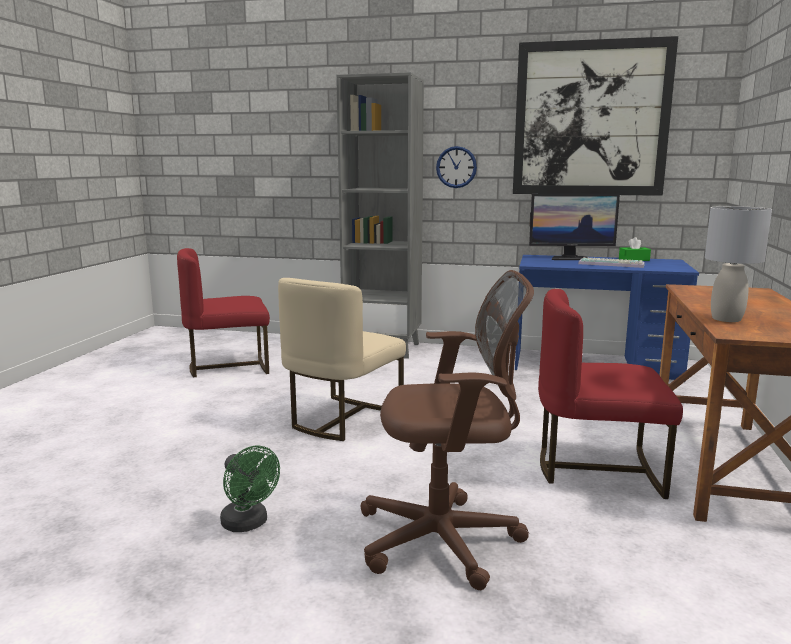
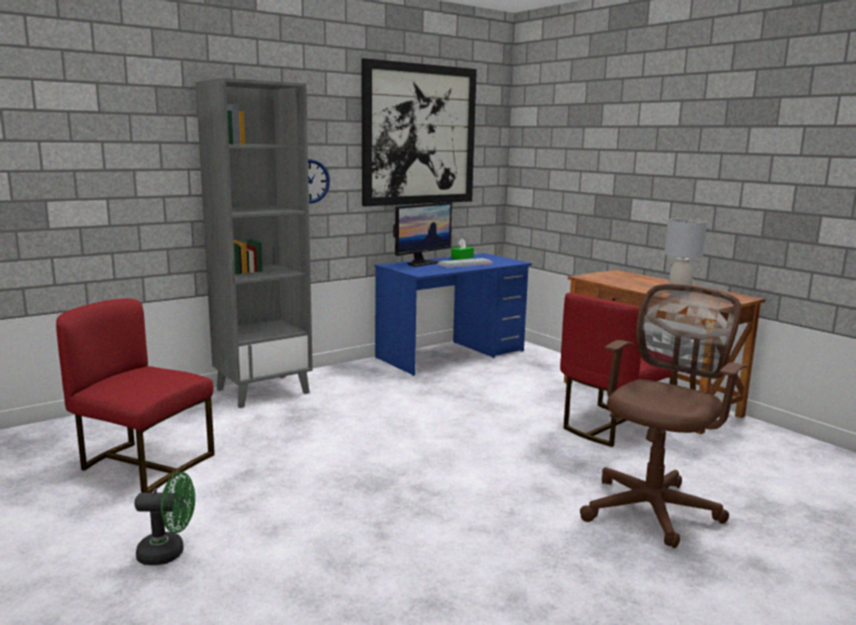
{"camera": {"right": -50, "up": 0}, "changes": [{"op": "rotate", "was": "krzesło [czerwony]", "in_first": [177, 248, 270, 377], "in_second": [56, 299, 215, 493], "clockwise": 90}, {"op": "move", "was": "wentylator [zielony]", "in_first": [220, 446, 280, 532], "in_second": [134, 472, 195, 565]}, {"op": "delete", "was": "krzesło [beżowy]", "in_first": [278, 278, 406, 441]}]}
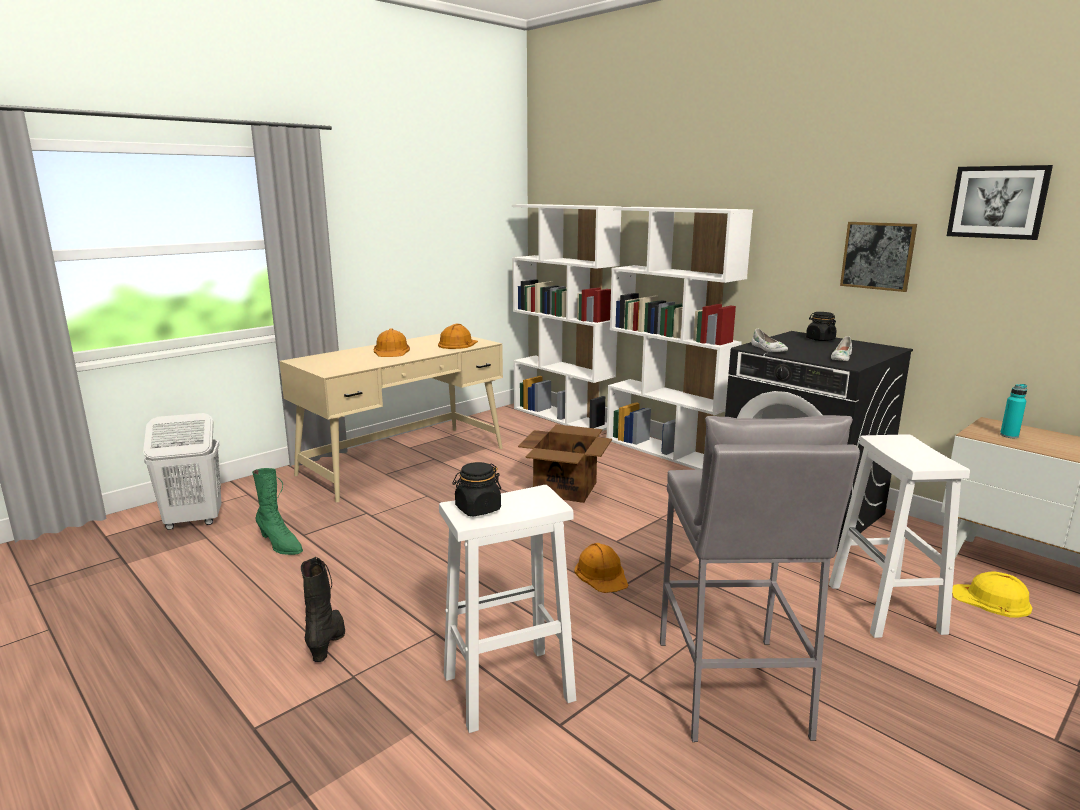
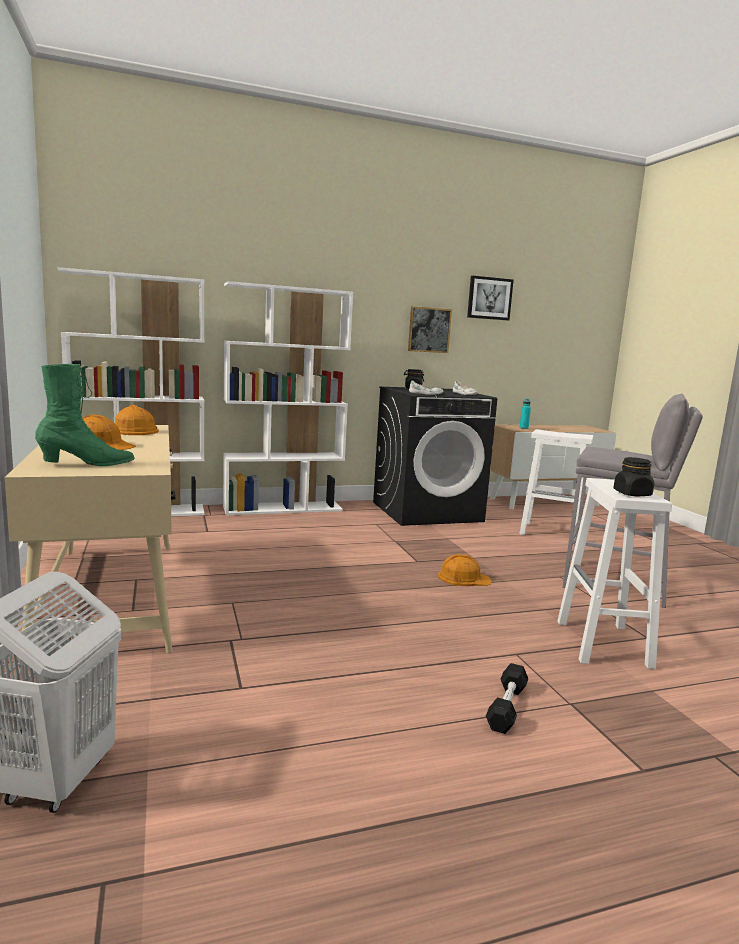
{"camera": {"right": -65, "up": -5}, "changes": [{"op": "move", "was": "but z cholewką [zielony]", "in_first": [252, 468, 303, 555], "in_second": [35, 364, 135, 466]}, {"op": "replace", "was": "but z cholewką [czarny]", "now": "hantel [czarny]", "in_first": [301, 557, 345, 662], "in_second": [486, 663, 528, 734]}, {"op": "delete", "was": "karton", "in_first": [518, 424, 612, 503]}, {"op": "delete", "was": "kask [żółty]", "in_first": [952, 571, 1032, 618]}]}
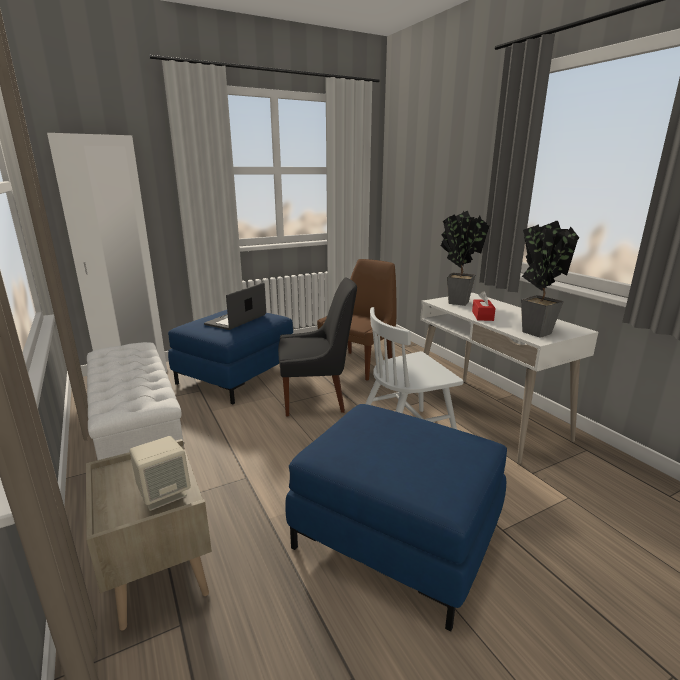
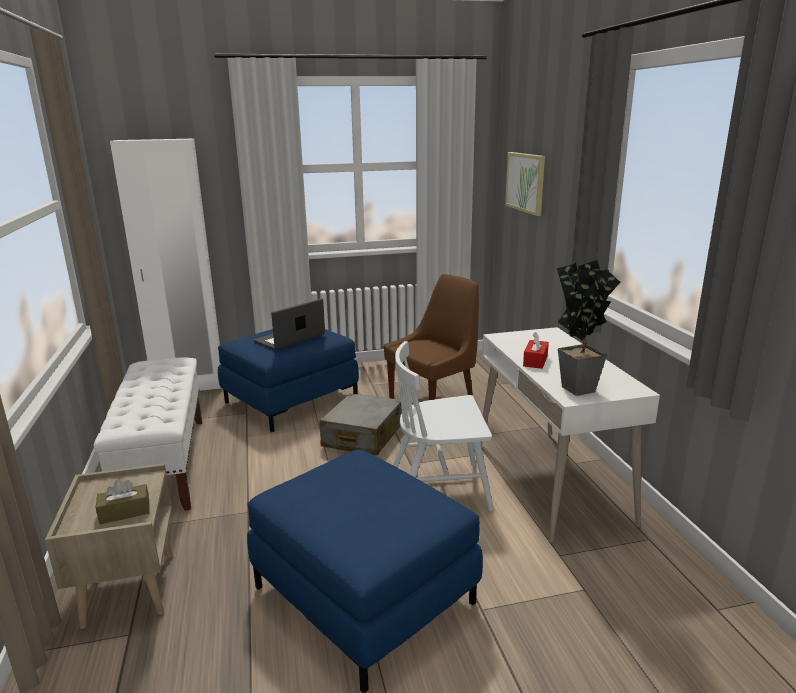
{"camera": {"right": 15, "up": 0}, "changes": [{"op": "replace", "was": "głośnik [beżowy]", "now": "pudełko chusteczek [brązowy]", "in_first": [129, 436, 191, 511], "in_second": [96, 479, 150, 524]}, {"op": "replace", "was": "krzesło [czarny]", "now": "walizka [szary]", "in_first": [278, 277, 357, 416], "in_second": [319, 393, 402, 456]}, {"op": "delete", "was": "roślina doniczkowa", "in_first": [441, 211, 489, 306]}, {"op": "insert", "now": "obraz", "in_second": [505, 152, 545, 216]}]}
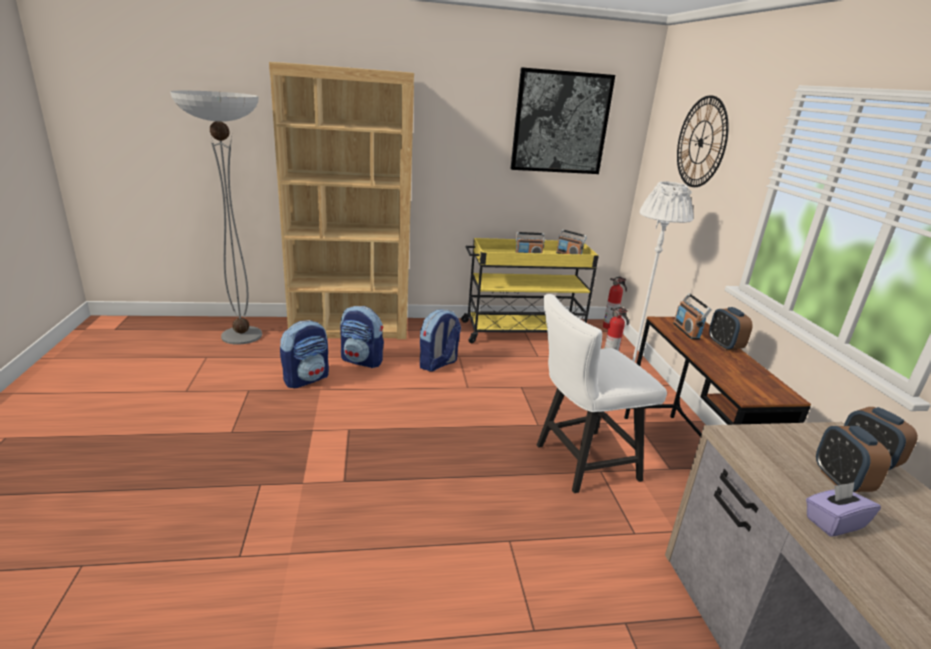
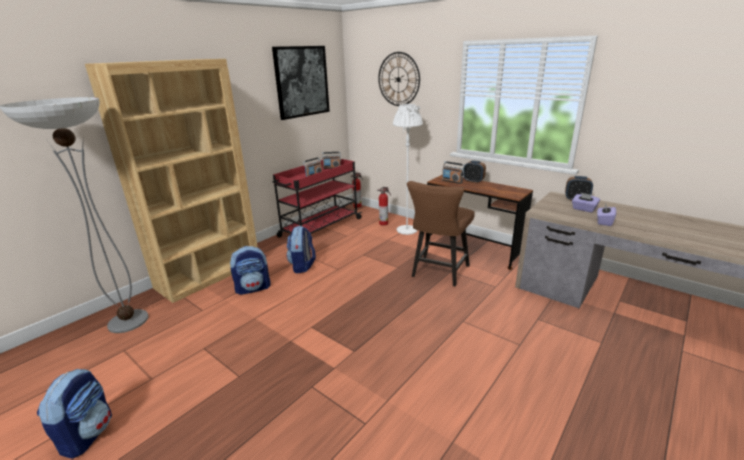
{"camera": {"right": -40, "up": 0}, "changes": [{"op": "move", "was": "plecak", "in_first": [280, 320, 329, 388], "in_second": [37, 369, 112, 459]}, {"op": "recolor", "was": "wózek [żółty]", "now": "wózek [czerwony]", "in_first": [461, 238, 599, 343], "in_second": [272, 159, 362, 237]}, {"op": "recolor", "was": "krzesło [biały]", "now": "krzesło [brązowy]", "in_first": [537, 294, 667, 493], "in_second": [407, 181, 475, 286]}, {"op": "replace", "was": "budzik", "now": "pudełko chusteczek [fioletowy]", "in_first": [816, 426, 891, 492], "in_second": [572, 192, 600, 213]}]}
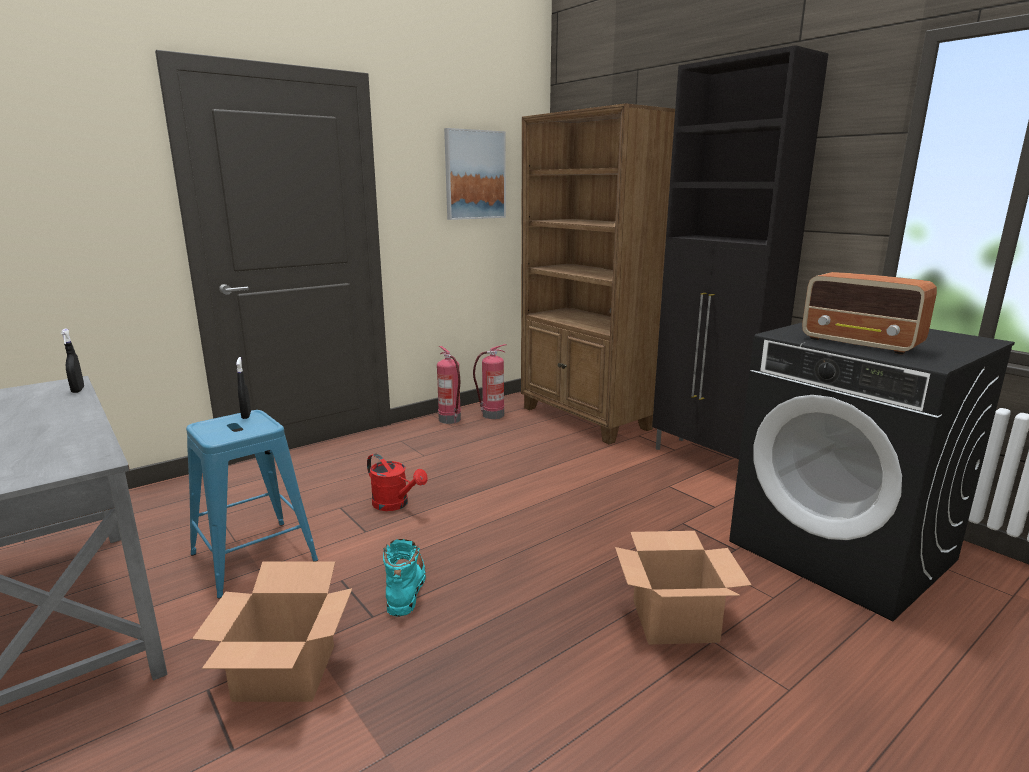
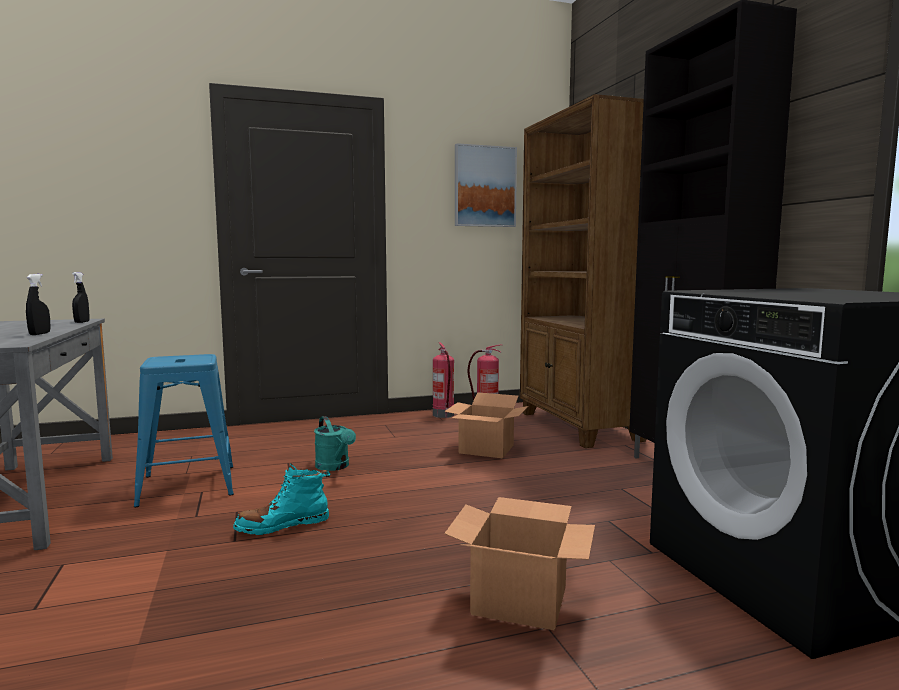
{"camera": {"right": 20, "up": -10}, "changes": [{"op": "move", "was": "karton", "in_first": [192, 561, 352, 702], "in_second": [444, 392, 528, 458]}, {"op": "move", "was": "spryskiwacz [czarny]", "in_first": [236, 357, 251, 419], "in_second": [26, 274, 51, 335]}, {"op": "recolor", "was": "konewka [czerwony]", "now": "konewka [turkusowy]", "in_first": [367, 453, 428, 511], "in_second": [314, 416, 356, 471]}, {"op": "rotate", "was": "but z cholewką [turkusowy]", "in_first": [383, 539, 426, 617], "in_second": [233, 463, 330, 535], "clockwise": -135}, {"op": "delete", "was": "radio", "in_first": [802, 272, 937, 355]}]}
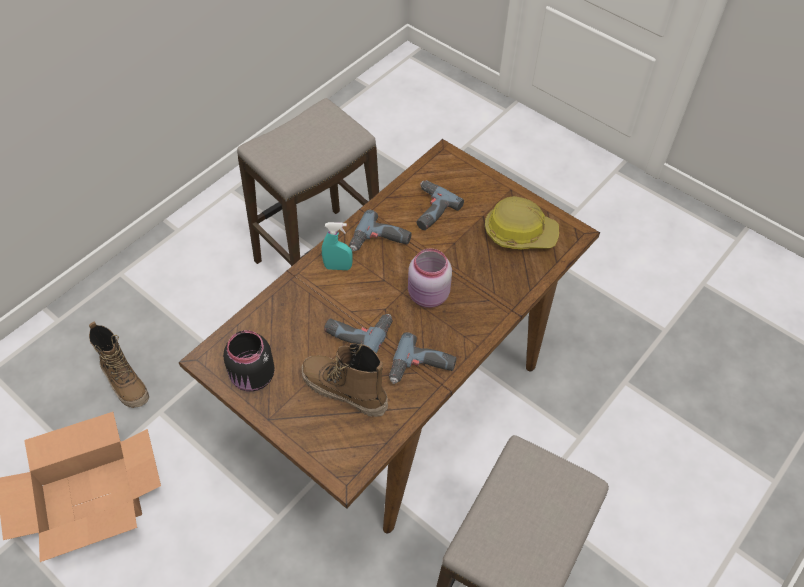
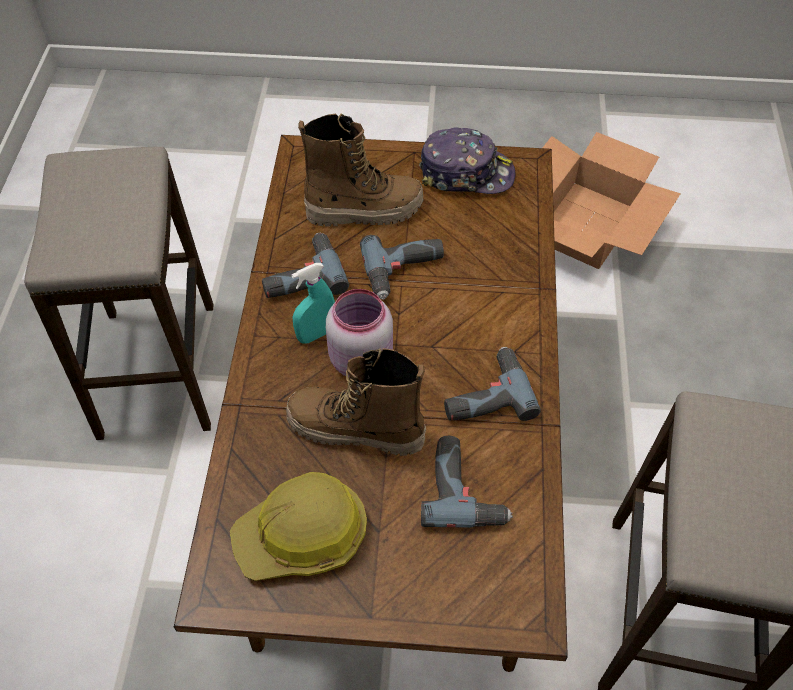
{"camera": {"right": 145, "up": 0}, "changes": [{"op": "move", "was": "but z cholewką", "in_first": [89, 321, 149, 408], "in_second": [286, 348, 426, 456]}, {"op": "replace", "was": "słoik [czarny]", "now": "czapka z daszkiem", "in_first": [223, 330, 275, 392], "in_second": [419, 127, 516, 194]}, {"op": "move", "was": "spryskiwacz [turkusowy]", "in_first": [322, 222, 353, 270], "in_second": [291, 263, 335, 344]}]}
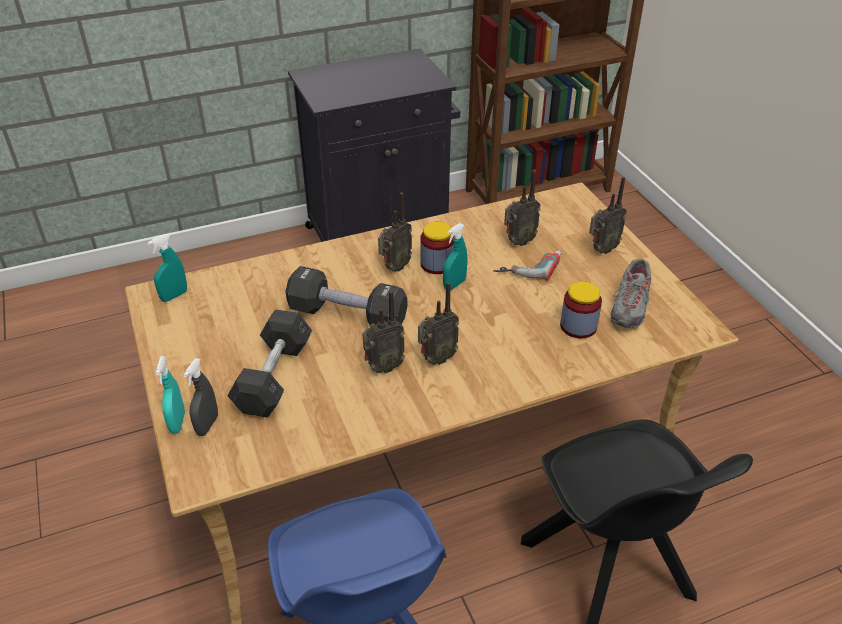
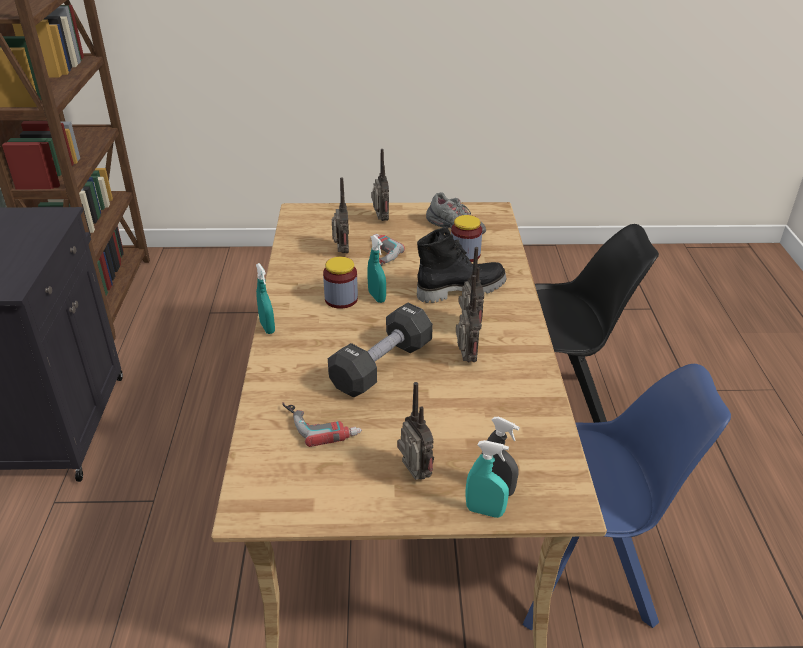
{"camera": {"right": -70, "up": -5}, "changes": [{"op": "move", "was": "spryskiwacz [turkusowy]", "in_first": [148, 234, 187, 302], "in_second": [256, 263, 275, 334]}, {"op": "delete", "was": "hantel [szary]", "in_first": [228, 309, 312, 418]}, {"op": "move", "was": "radio", "in_first": [378, 192, 412, 272], "in_second": [397, 382, 434, 480]}, {"op": "insert", "now": "wiertarka", "in_second": [282, 402, 362, 447]}, {"op": "insert", "now": "but z cholewką [czarny]", "in_second": [417, 227, 506, 303]}]}
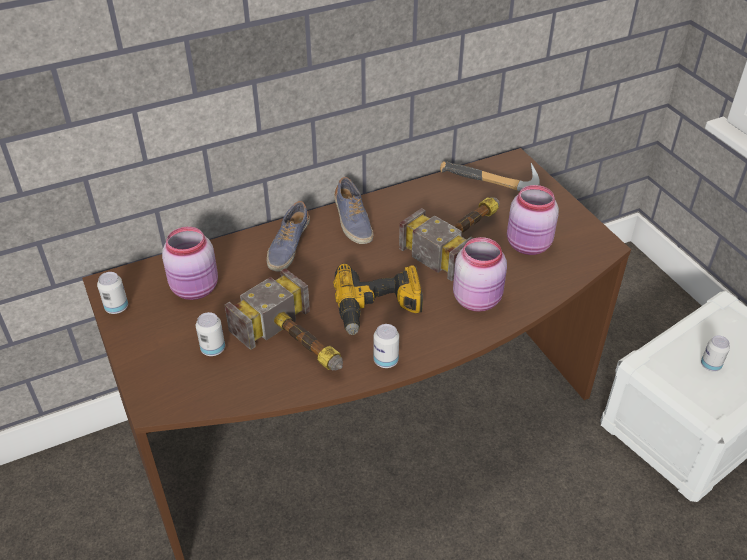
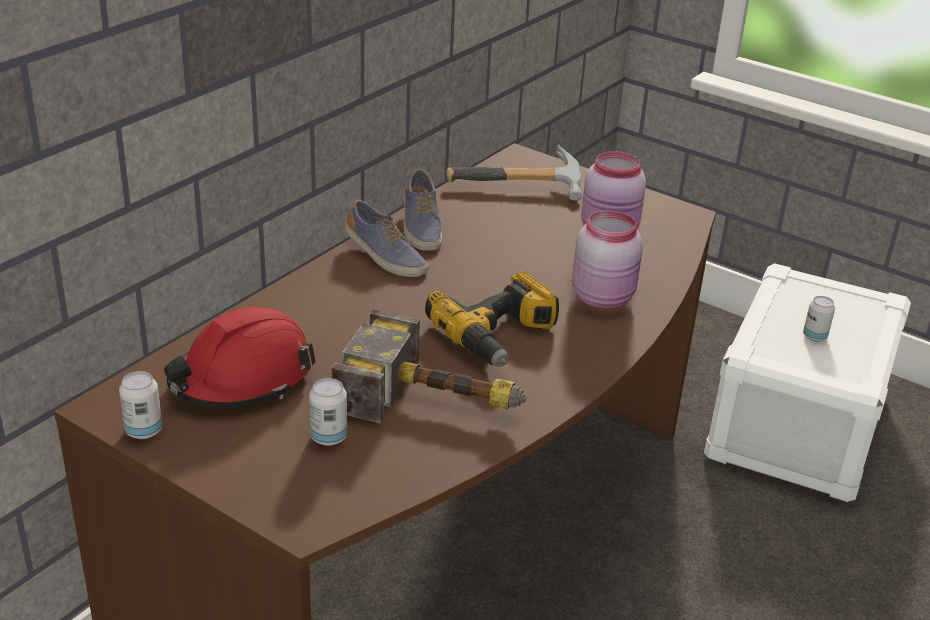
{"camera": {"right": -30, "up": -10}, "changes": [{"op": "replace", "was": "słoik [różowy]", "now": "kask [czerwony]", "in_first": [162, 227, 218, 300], "in_second": [164, 307, 316, 408]}, {"op": "move", "was": "but", "in_first": [267, 201, 310, 272], "in_second": [403, 169, 442, 251]}, {"op": "delete", "was": "puszka", "in_first": [374, 324, 399, 368]}, {"op": "delete", "was": "młotek", "in_first": [399, 197, 499, 281]}]}
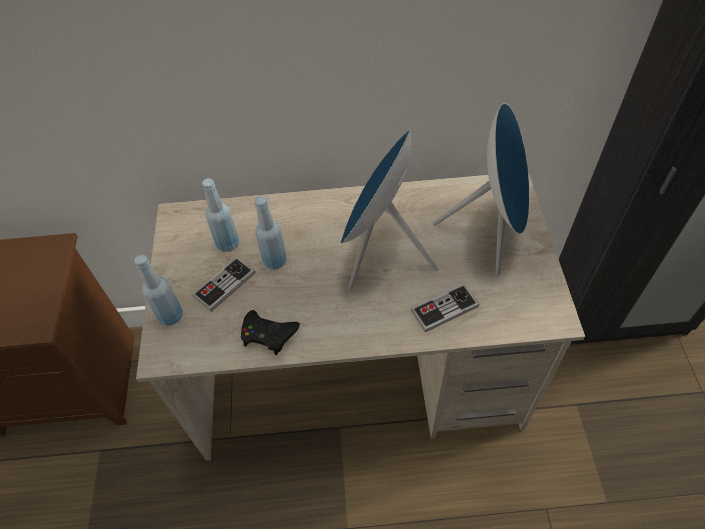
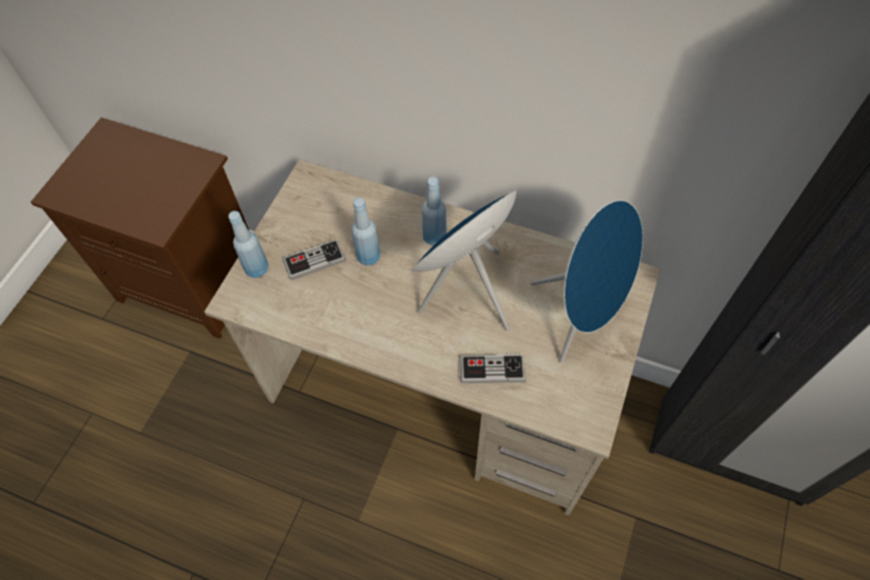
{"camera": {"right": 25, "up": 5}, "changes": [{"op": "move", "was": "butelka [niebieski]", "in_first": [202, 178, 239, 252], "in_second": [422, 177, 447, 246]}, {"op": "delete", "was": "pad do gier [czarny]", "in_first": [241, 310, 300, 355]}]}
